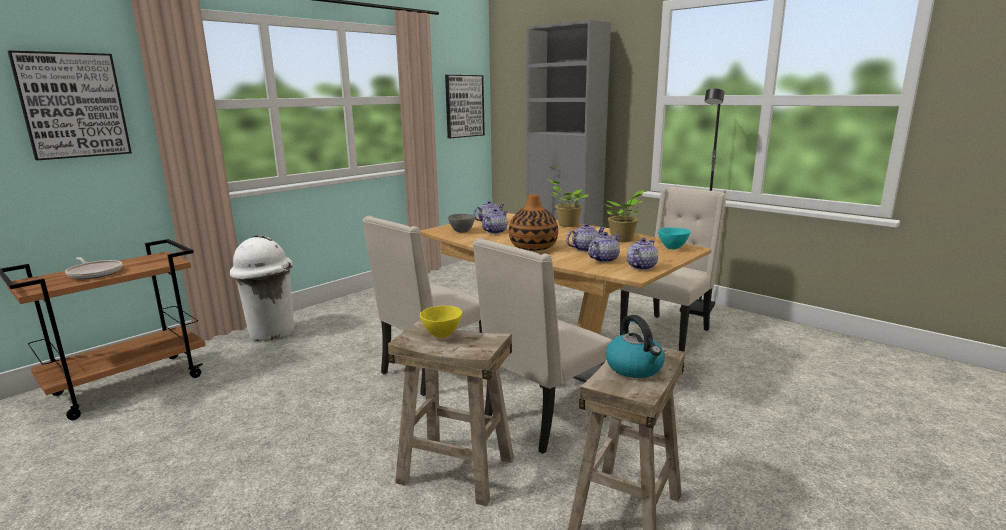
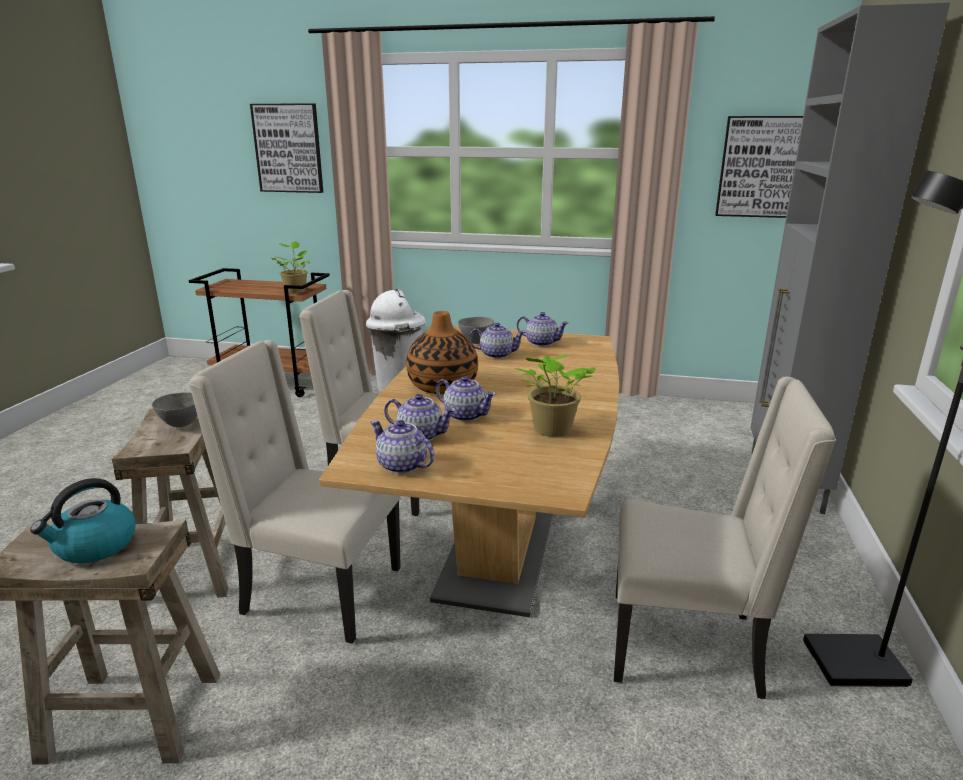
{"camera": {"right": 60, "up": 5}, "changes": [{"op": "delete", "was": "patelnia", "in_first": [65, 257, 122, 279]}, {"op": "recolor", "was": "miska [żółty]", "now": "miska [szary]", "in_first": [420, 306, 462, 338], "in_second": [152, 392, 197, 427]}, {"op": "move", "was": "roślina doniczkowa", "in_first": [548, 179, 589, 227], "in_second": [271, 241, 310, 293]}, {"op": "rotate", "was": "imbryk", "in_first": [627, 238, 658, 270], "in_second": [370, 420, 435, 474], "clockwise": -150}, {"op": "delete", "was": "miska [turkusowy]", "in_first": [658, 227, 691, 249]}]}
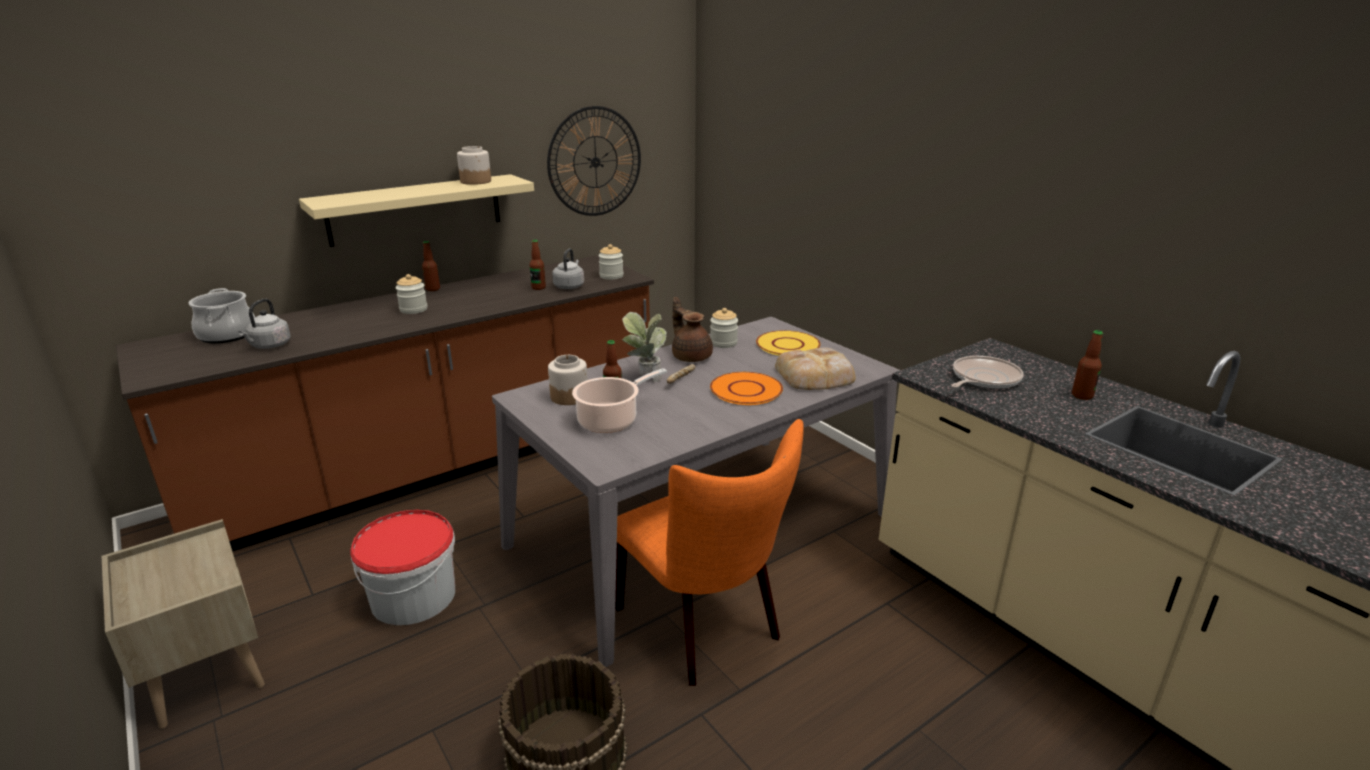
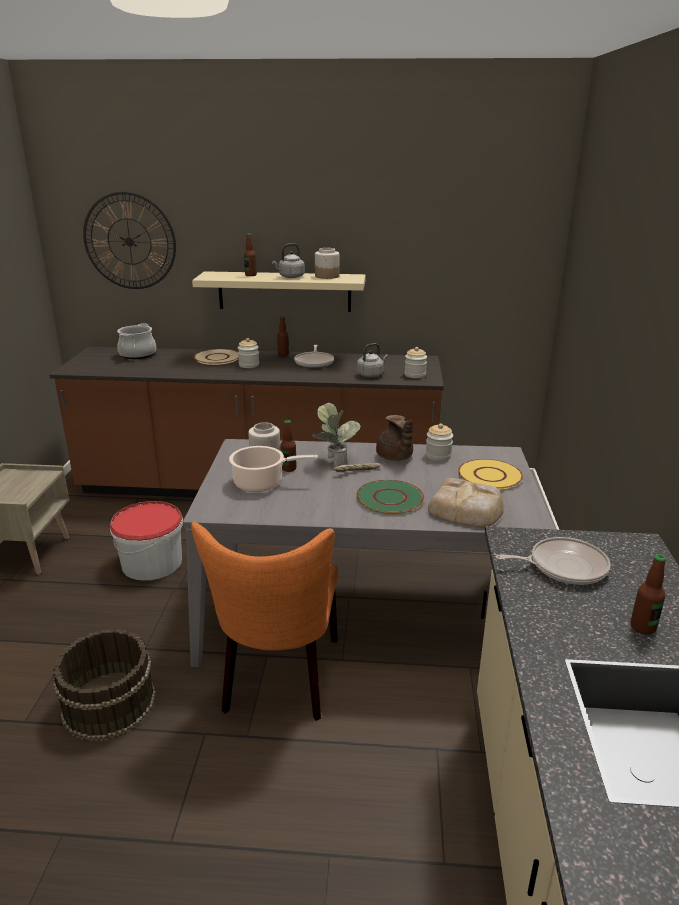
{"camera": {"right": 40, "up": 0}, "changes": [{"op": "move", "was": "czajnik [szary]", "in_first": [239, 299, 291, 349], "in_second": [272, 243, 305, 278]}, {"op": "move", "was": "butelka", "in_first": [529, 240, 546, 290], "in_second": [244, 234, 257, 276]}, {"op": "move", "was": "zegar ścienny", "in_first": [547, 106, 641, 216], "in_second": [83, 192, 176, 289]}, {"op": "rotate", "was": "imbryk [brązowy]", "in_first": [672, 297, 713, 362], "in_second": [376, 415, 413, 461], "clockwise": 150}, {"op": "recolor", "was": "talerz [pomarańczowy]", "now": "talerz [zielony]", "in_first": [710, 372, 783, 405], "in_second": [356, 480, 424, 514]}, {"op": "insert", "now": "talerz [beżowy]", "in_second": [194, 349, 239, 365]}, {"op": "insert", "now": "patelnia", "in_second": [294, 345, 334, 368]}]}
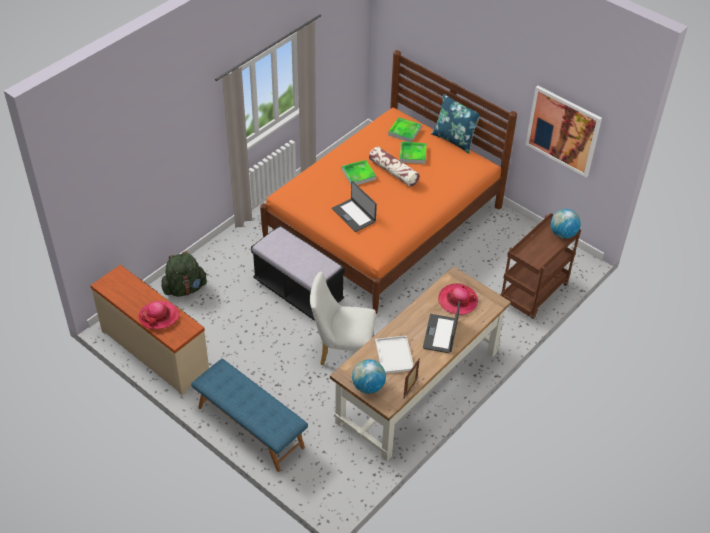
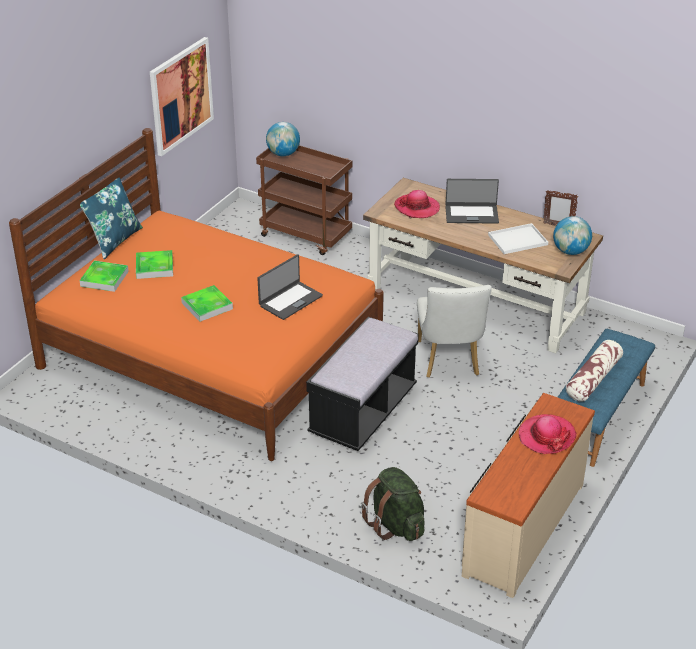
{"camera": {"right": -100, "up": -10}, "changes": [{"op": "move", "was": "poduszka", "in_first": [369, 147, 420, 187], "in_second": [566, 340, 623, 402]}]}
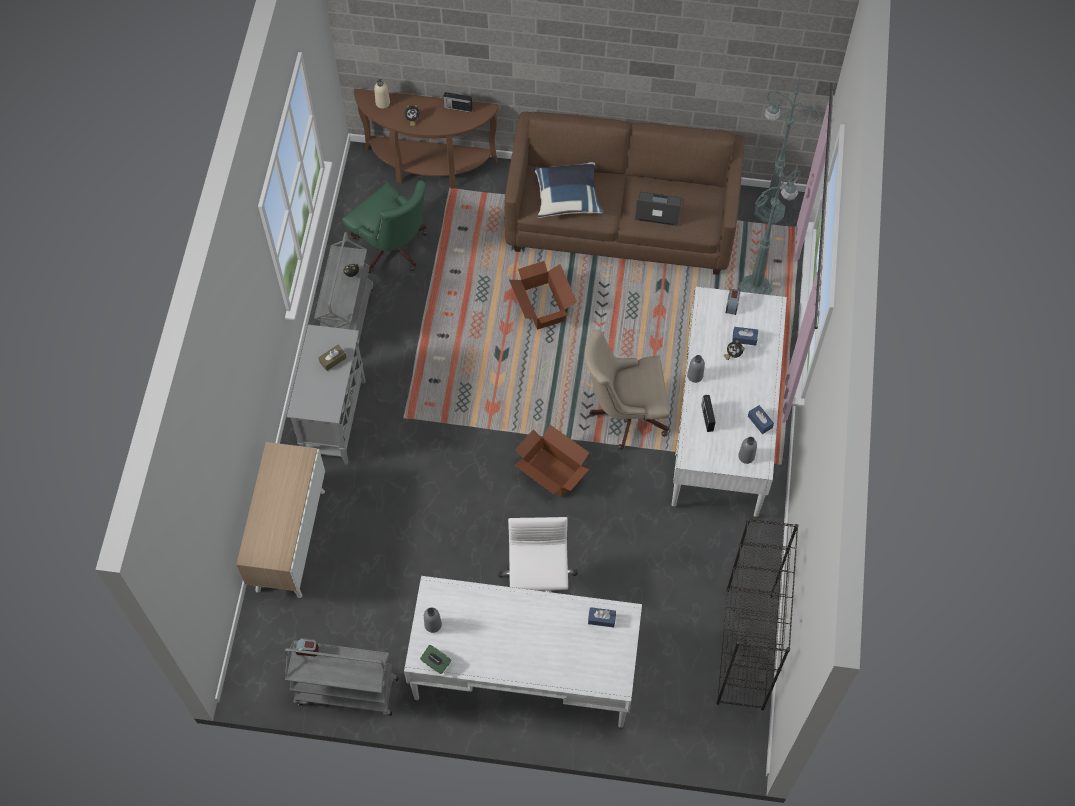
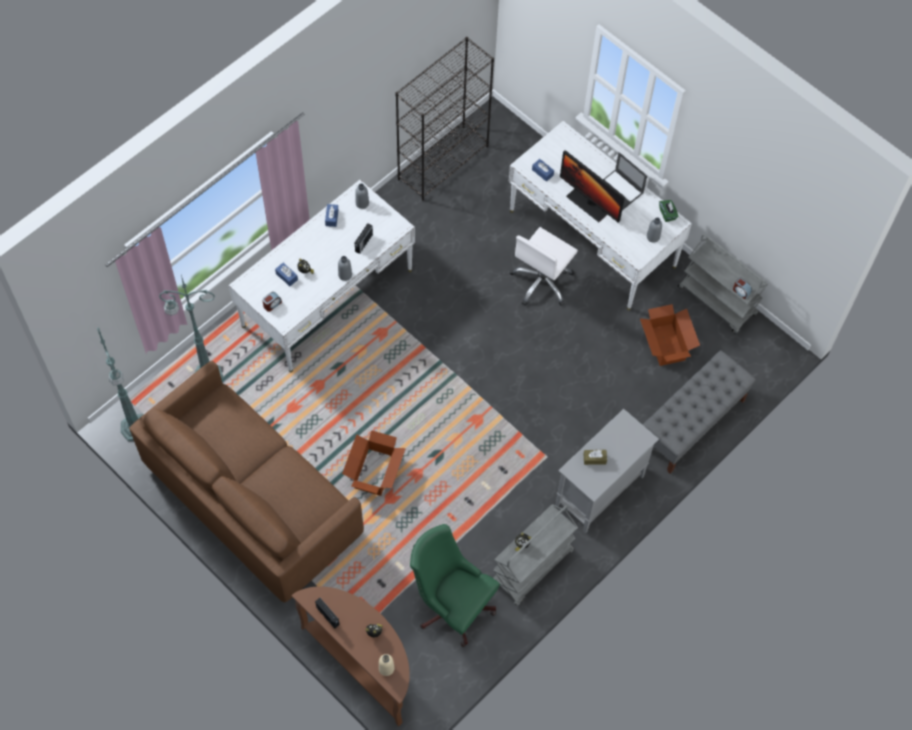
{"camera": {"right": -145, "up": 0}, "changes": [{"op": "replace", "was": "szafka", "now": "ławka [szary]", "in_first": [236, 442, 325, 598], "in_second": [643, 350, 756, 474]}, {"op": "rotate", "was": "krzesło biurowe [zielony]", "in_first": [342, 180, 428, 273], "in_second": [410, 524, 500, 647], "clockwise": -45}, {"op": "move", "was": "karton", "in_first": [514, 425, 589, 497], "in_second": [640, 304, 700, 366]}, {"op": "delete", "was": "poduszka [niebieski]", "in_first": [534, 162, 604, 218]}, {"op": "delete", "was": "krzesło biurowe [beżowy]", "in_first": [584, 330, 670, 450]}, {"op": "move", "was": "laptop", "in_first": [635, 191, 682, 226], "in_second": [603, 152, 647, 210]}, {"op": "insert", "now": "monitor", "in_second": [560, 150, 625, 223]}]}
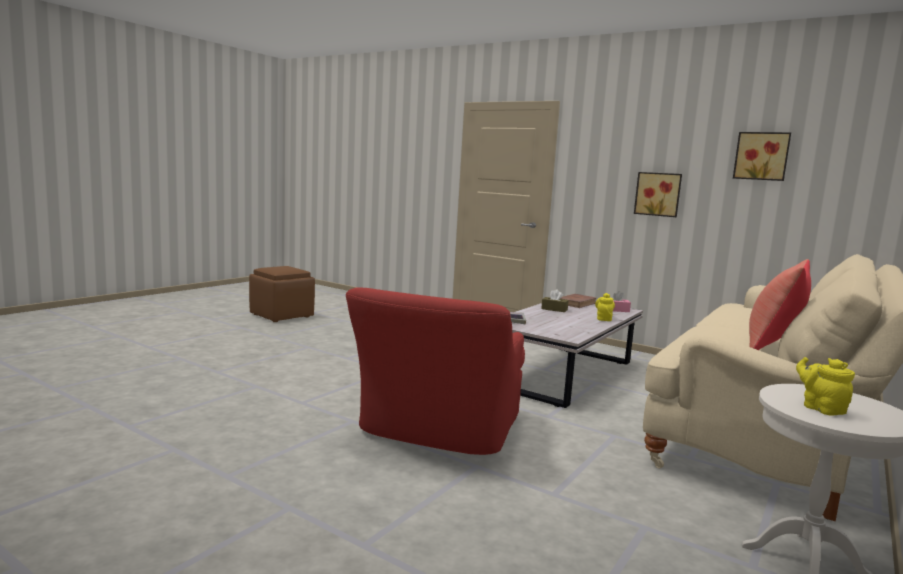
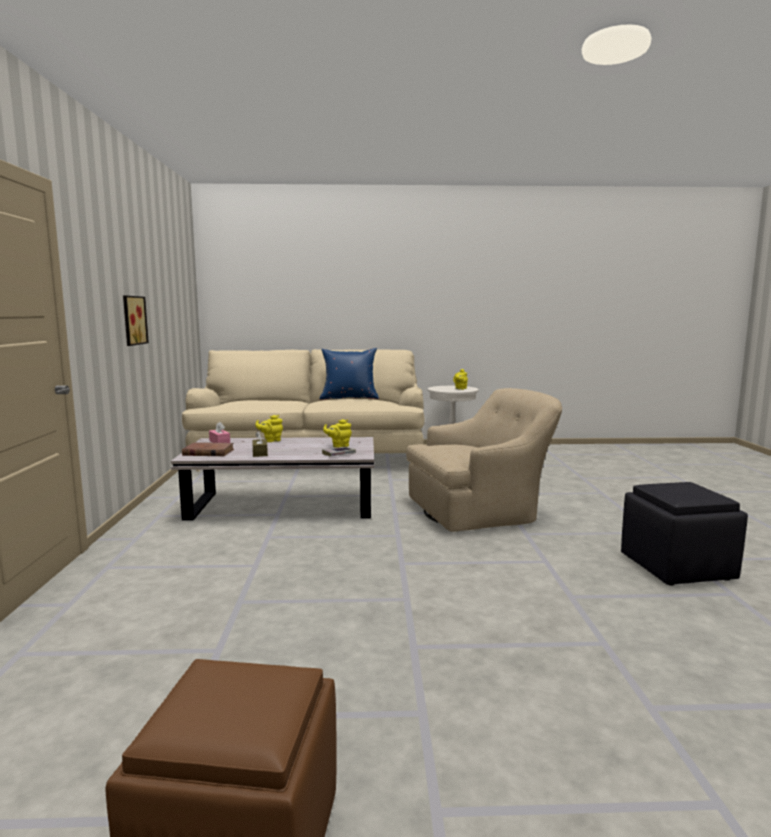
{"camera": {"right": -125, "up": 0}, "changes": [{"op": "recolor", "was": "fotel [czerwony]", "now": "fotel [beżowy]", "in_first": [346, 287, 525, 455], "in_second": [406, 388, 562, 532]}, {"op": "delete", "was": "obraz", "in_first": [733, 132, 791, 181]}, {"op": "recolor", "was": "poduszka [czerwony]", "now": "poduszka [niebieski]", "in_first": [749, 259, 811, 350], "in_second": [320, 348, 379, 400]}, {"op": "insert", "now": "imbryk [żółty]", "in_second": [323, 419, 352, 448]}, {"op": "insert", "now": "pufa [czarny]", "in_second": [621, 482, 748, 585]}]}
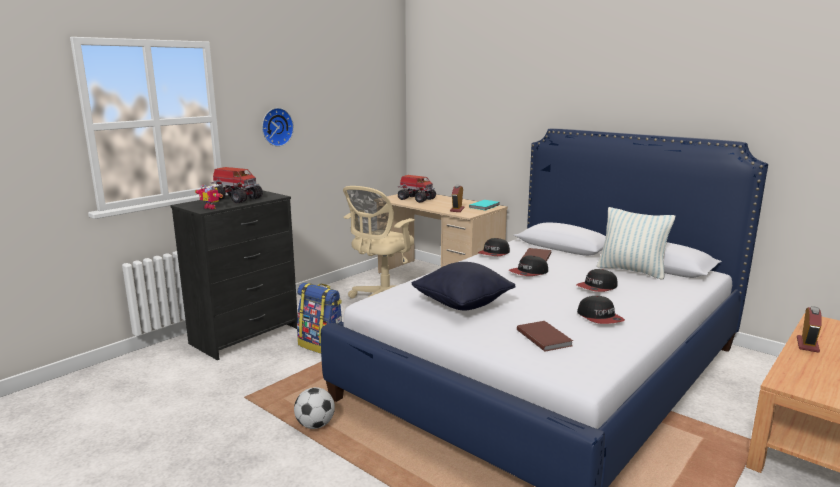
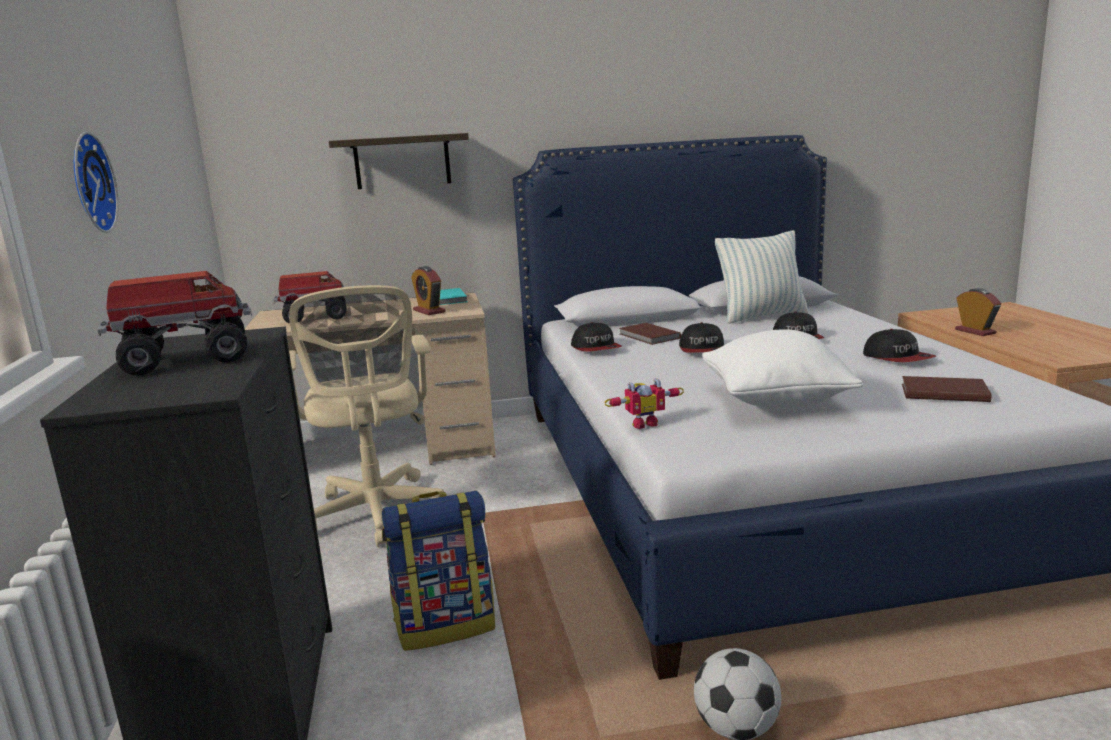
{"camera": {"right": -50, "up": 0}, "changes": [{"op": "move", "was": "robot zabawkowy", "in_first": [195, 184, 223, 209], "in_second": [604, 378, 684, 429]}, {"op": "recolor", "was": "poduszka [czarny]", "now": "poduszka [biały]", "in_first": [412, 262, 516, 310], "in_second": [702, 329, 863, 409]}, {"op": "rotate", "was": "czapka z daszkiem", "in_first": [577, 296, 625, 324], "in_second": [863, 329, 936, 362], "clockwise": 45}, {"op": "insert", "now": "półka", "in_second": [329, 133, 469, 189]}]}
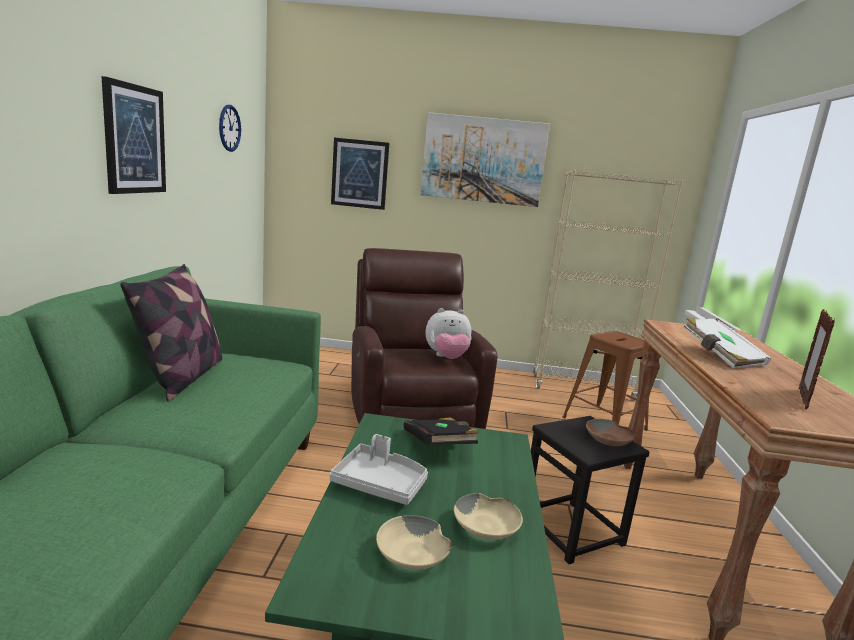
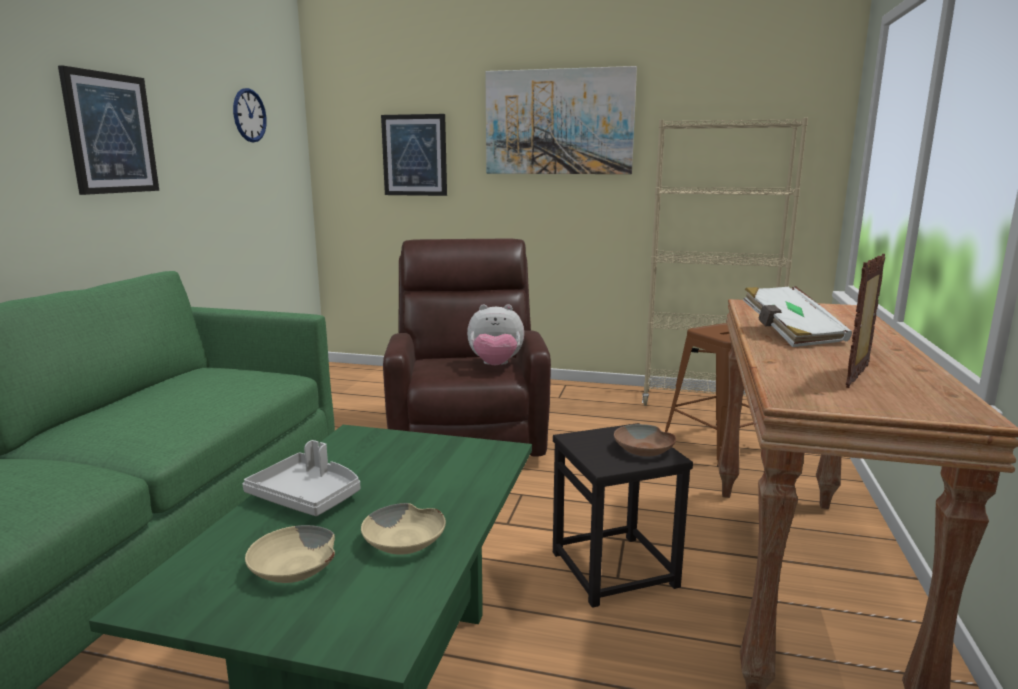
{"camera": {"right": 10, "up": 0}, "changes": [{"op": "delete", "was": "poduszka", "in_first": [120, 264, 222, 402]}, {"op": "delete", "was": "książka [czarny]", "in_first": [404, 417, 479, 445]}]}
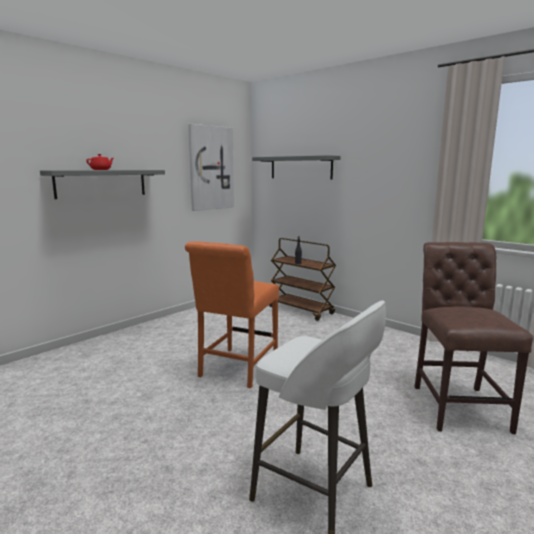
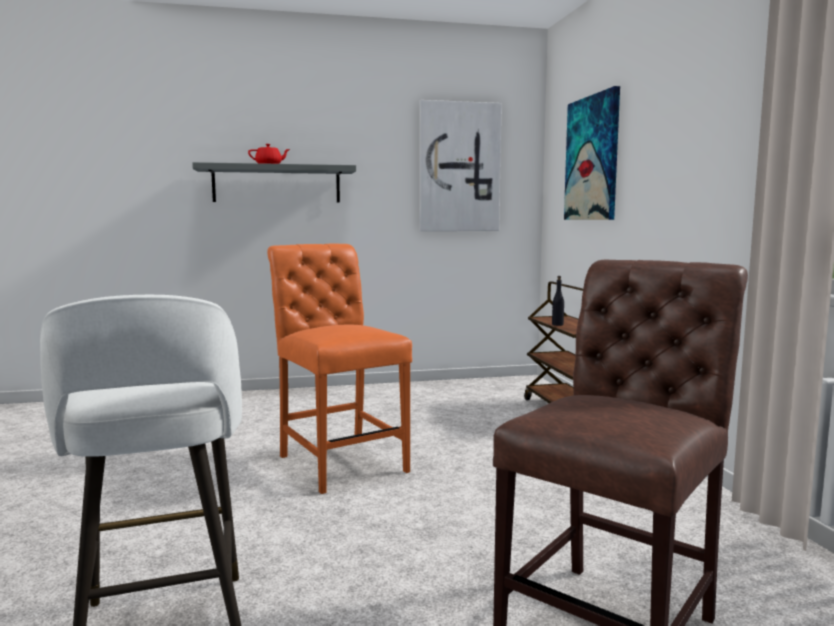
{"camera": {"right": 35, "up": -5}, "changes": [{"op": "rotate", "was": "krzesło [pomarańczowy]", "in_first": [185, 241, 279, 388], "in_second": [267, 243, 412, 494], "clockwise": 90}, {"op": "replace", "was": "półka [szary]", "now": "obraz", "in_first": [252, 155, 341, 179], "in_second": [564, 86, 620, 220]}]}
